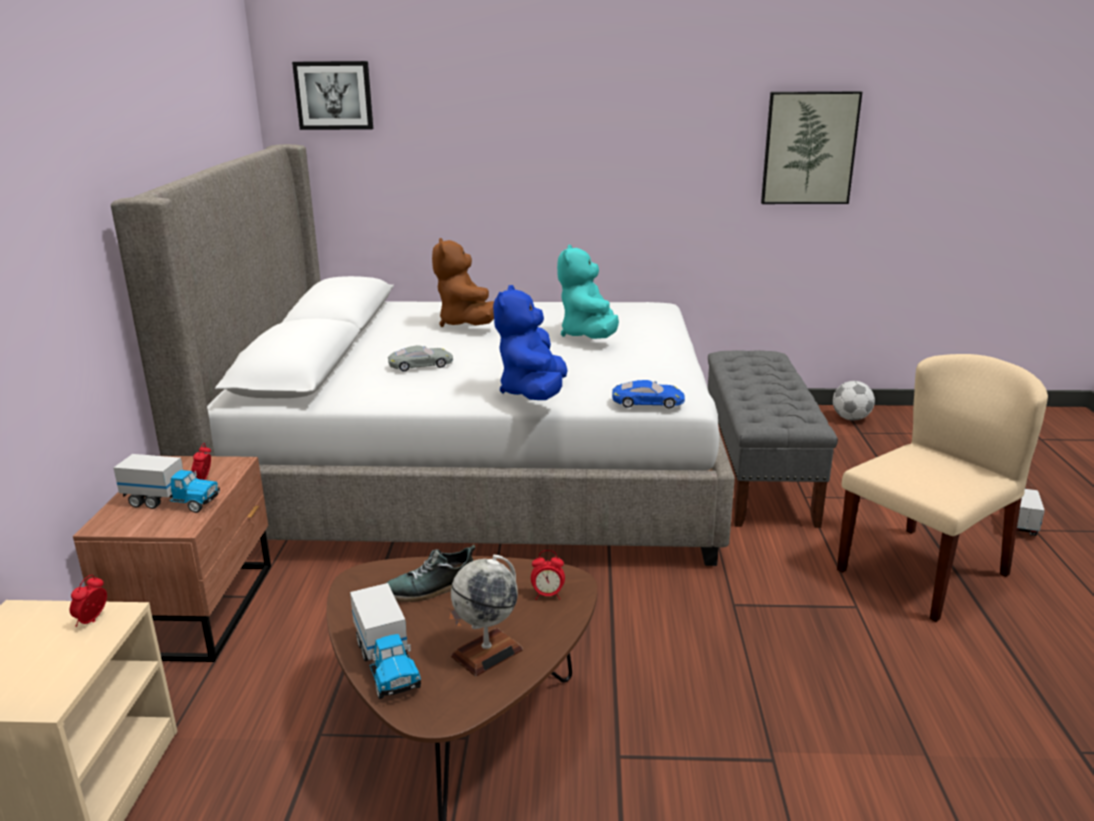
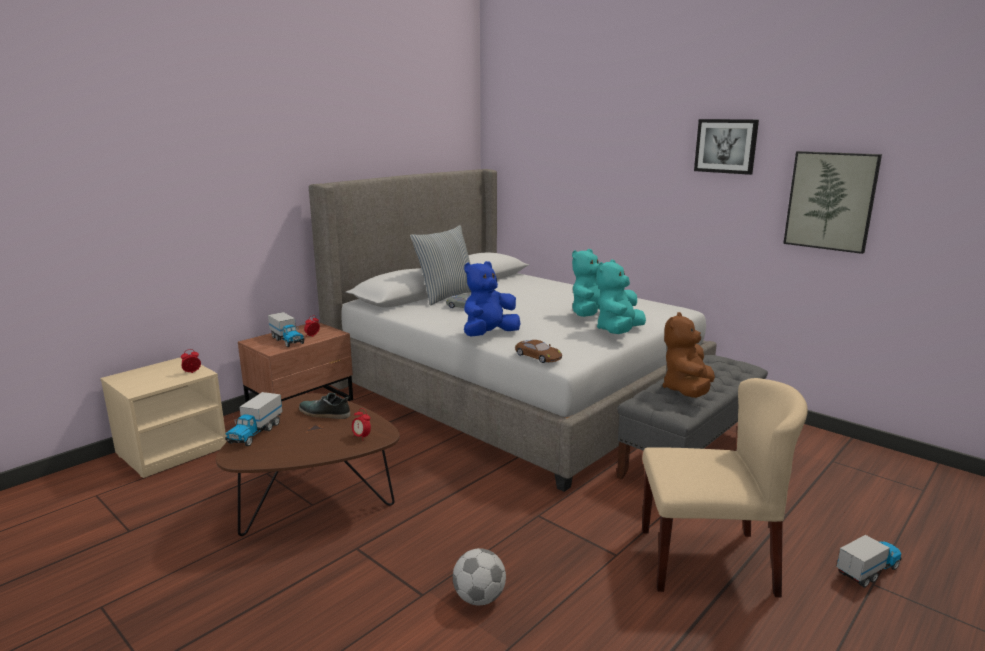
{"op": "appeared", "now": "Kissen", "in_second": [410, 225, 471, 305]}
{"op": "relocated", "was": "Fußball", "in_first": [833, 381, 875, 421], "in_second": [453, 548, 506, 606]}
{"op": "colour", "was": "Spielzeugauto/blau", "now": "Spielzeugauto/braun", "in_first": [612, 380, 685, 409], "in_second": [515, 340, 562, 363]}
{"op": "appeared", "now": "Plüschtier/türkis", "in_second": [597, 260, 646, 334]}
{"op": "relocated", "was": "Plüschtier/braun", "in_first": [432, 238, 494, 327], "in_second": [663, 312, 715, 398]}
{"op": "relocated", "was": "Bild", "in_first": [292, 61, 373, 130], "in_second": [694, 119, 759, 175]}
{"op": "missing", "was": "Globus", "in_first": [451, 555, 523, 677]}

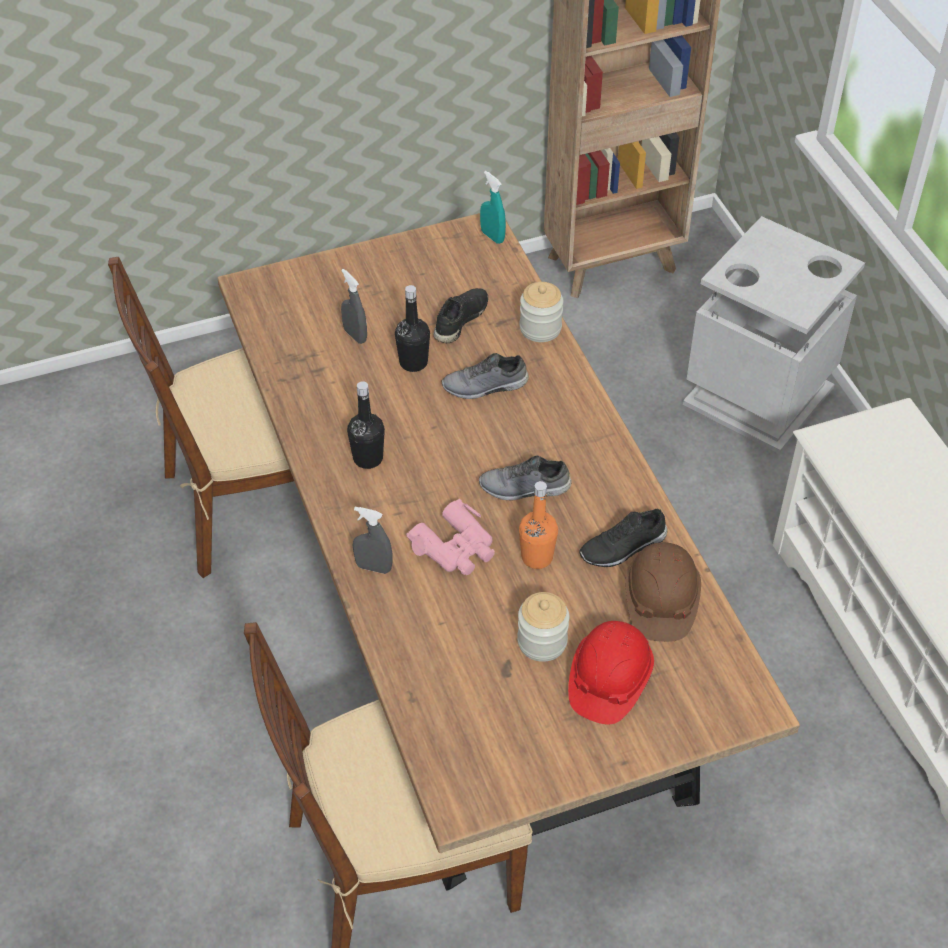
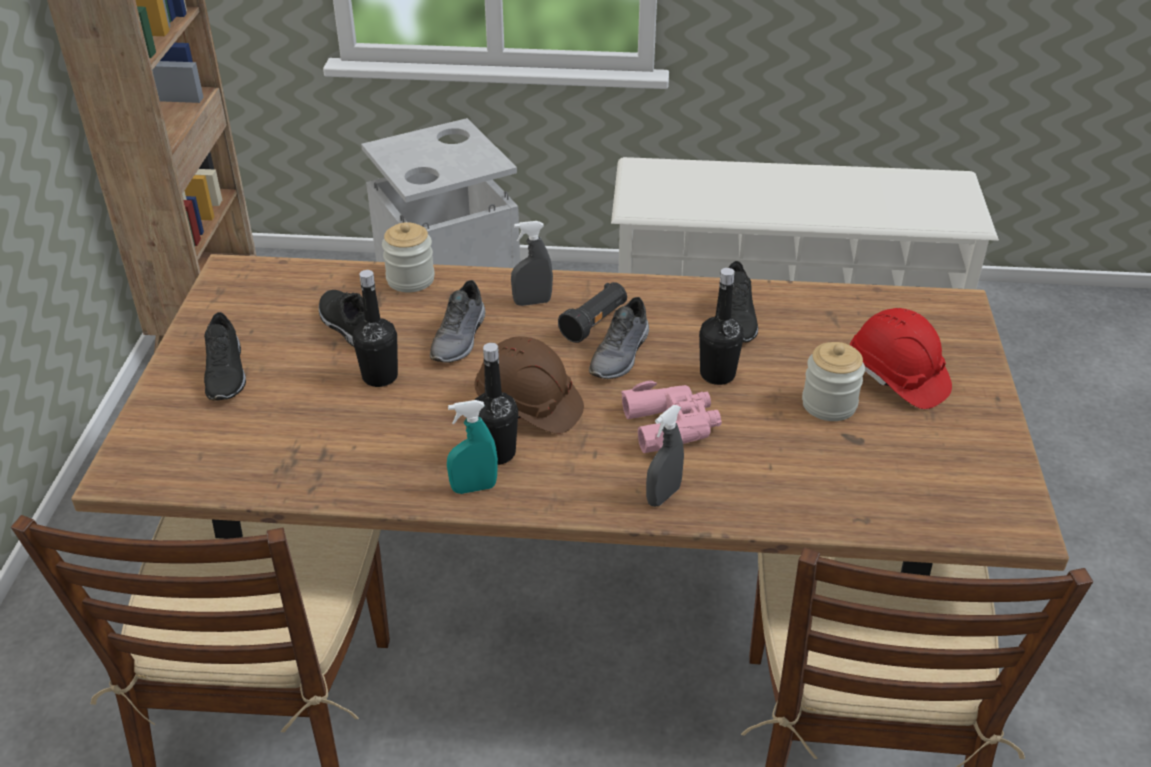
{"op": "appeared", "now": "Schuh/schwarz", "in_second": [204, 312, 246, 401]}
{"op": "relocated", "was": "Sprühflasche/türkis", "in_first": [480, 171, 506, 244], "in_second": [447, 400, 498, 494]}
{"op": "relocated", "was": "Schutzhelm/braun", "in_first": [625, 542, 701, 642], "in_second": [474, 337, 584, 434]}
{"op": "relocated", "was": "Sprühflasche/grau", "in_first": [341, 269, 367, 344], "in_second": [511, 221, 553, 306]}
{"op": "appeared", "now": "Taschenlampe/schwarz", "in_second": [558, 282, 627, 343]}
{"op": "colour", "was": "Flasche/orange", "now": "Flasche/schwarz", "in_first": [519, 481, 558, 569], "in_second": [699, 268, 744, 385]}

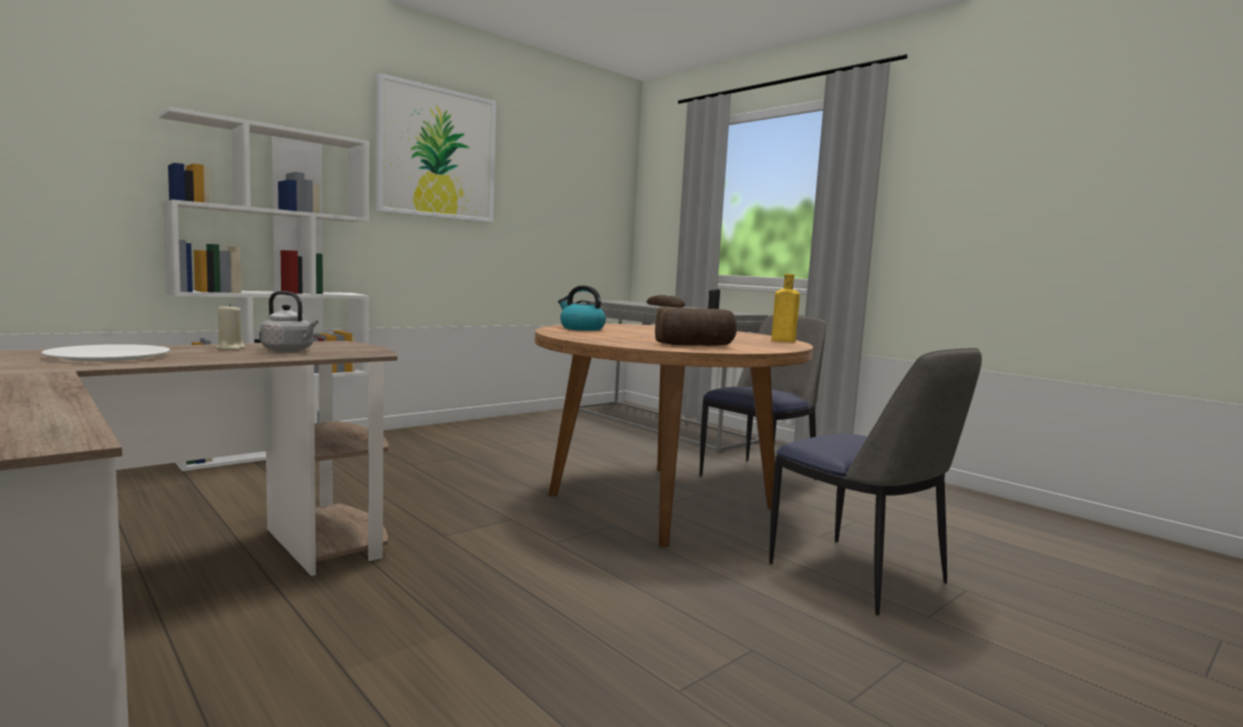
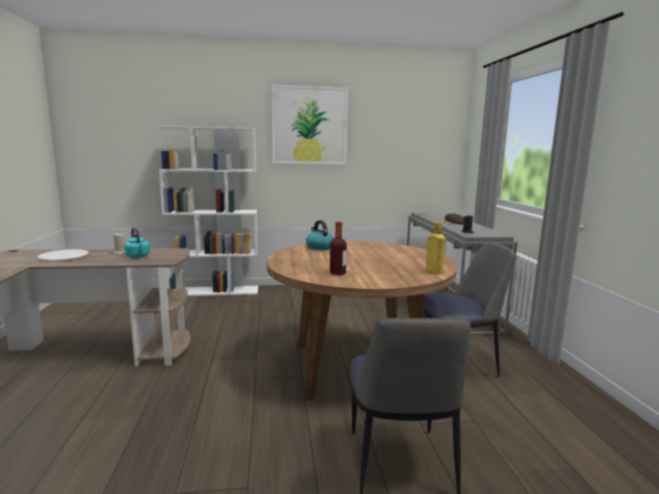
{"op": "colour", "was": "Wasserkessel/grau", "now": "Wasserkessel/türkis", "in_first": [260, 291, 318, 352], "in_second": [124, 228, 150, 258]}
{"op": "exchanged", "was": "Brot", "now": "Flasche", "in_first": [655, 307, 737, 346], "in_second": [330, 222, 347, 275]}

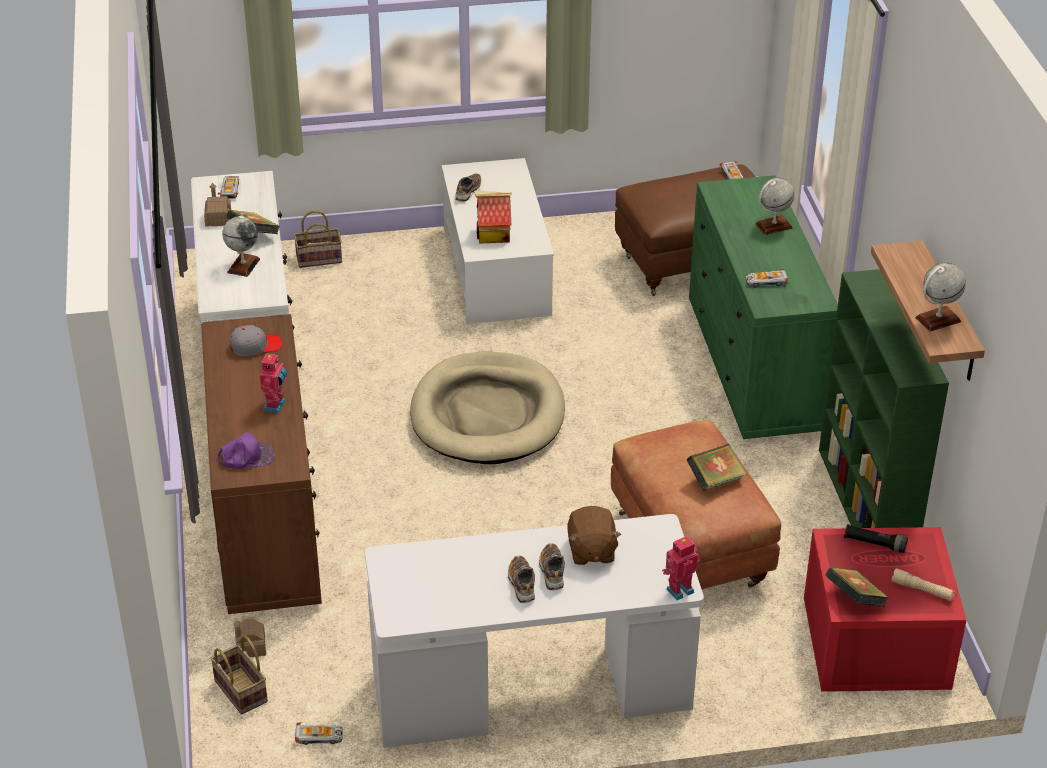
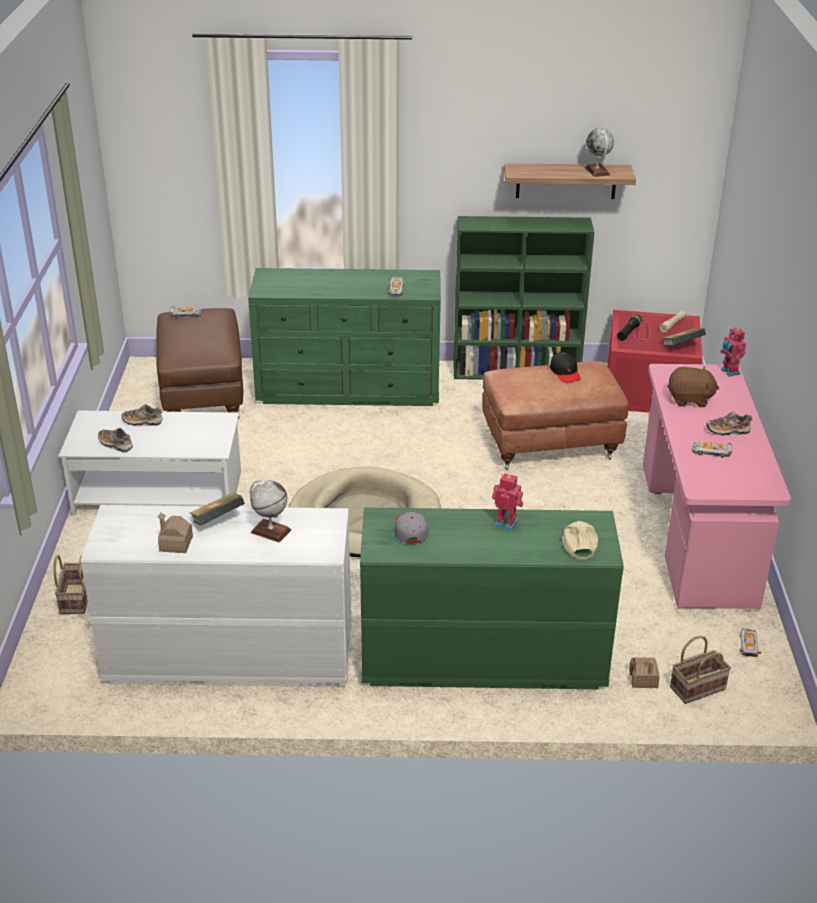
{"op": "relocated", "was": "Schuh", "in_first": [539, 543, 565, 591], "in_second": [122, 404, 163, 427]}
{"op": "colour", "was": "Kommode/braun", "now": "Kommode/grün", "in_first": [201, 314, 322, 614], "in_second": [360, 507, 624, 689]}
{"op": "exchanged", "was": "Buch", "now": "Kappe/schwarz", "in_first": [687, 444, 746, 491], "in_second": [550, 352, 581, 383]}
{"op": "colour", "was": "Kappe/lila", "now": "Kappe/beige", "in_first": [217, 432, 275, 469], "in_second": [561, 521, 598, 560]}
{"op": "colour", "was": "Schreibtisch/weiß", "now": "Schreibtisch/rosa", "in_first": [365, 514, 704, 748], "in_second": [643, 364, 791, 609]}
{"op": "relocated", "was": "Spielzeugauto", "in_first": [217, 176, 239, 198], "in_second": [692, 442, 732, 458]}
{"op": "missing", "was": "Spielzeughaus", "in_first": [474, 190, 512, 244]}
{"op": "missing", "was": "Globus", "in_first": [755, 178, 794, 235]}

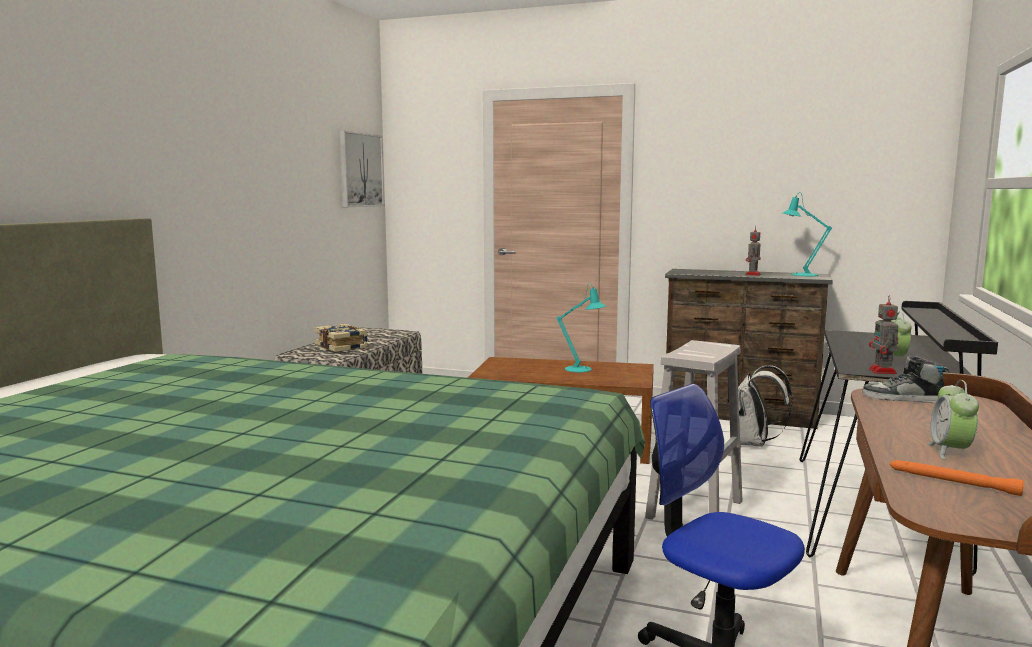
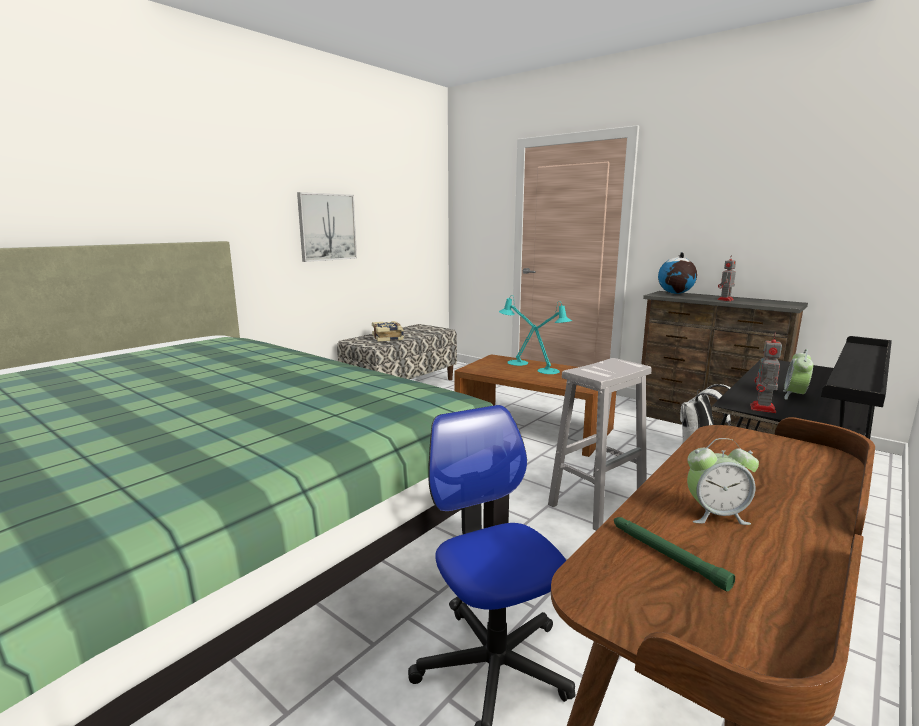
{"op": "relocated", "was": "Bild", "in_first": [340, 131, 384, 207], "in_second": [297, 192, 357, 262]}
{"op": "relocated", "was": "Tischlampe/türkis", "in_first": [783, 192, 832, 276], "in_second": [499, 296, 536, 366]}
{"op": "colour", "was": "Taschenlampe/orange", "now": "Taschenlampe/grün", "in_first": [890, 460, 1024, 496], "in_second": [614, 517, 735, 591]}
{"op": "appeared", "now": "Globus", "in_second": [658, 252, 697, 294]}
{"op": "spun", "was": "Wecker", "in_first": [928, 380, 979, 459], "in_second": [687, 438, 759, 525], "clockwise": -120}
{"op": "missing", "was": "Schuh", "in_first": [862, 355, 949, 403]}

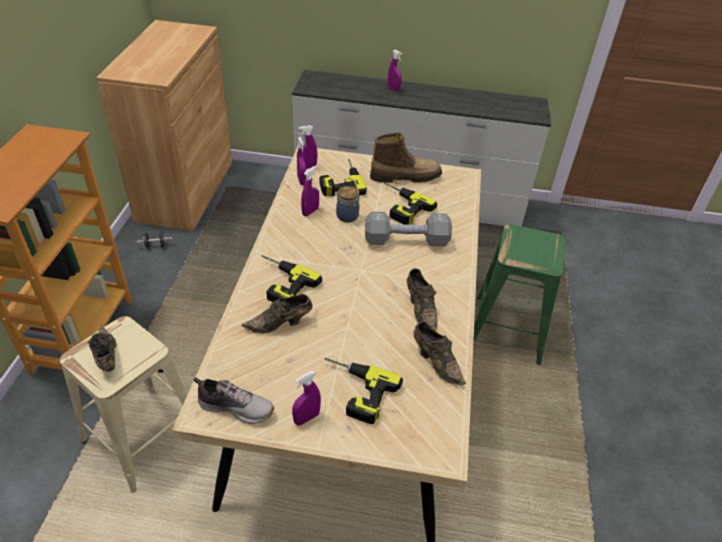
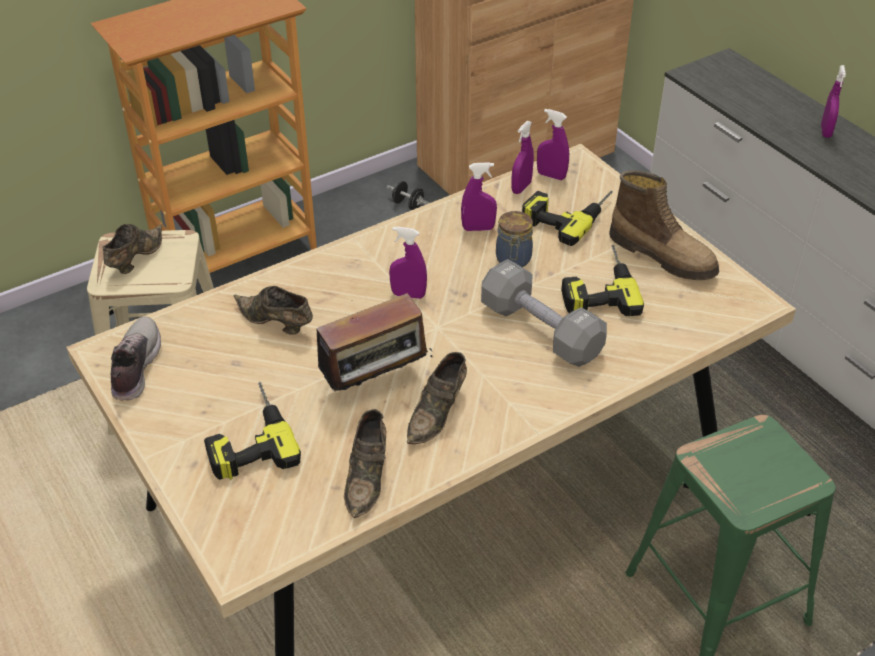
{"op": "spun", "was": "Schuh", "in_first": [193, 377, 274, 424], "in_second": [111, 317, 161, 400], "clockwise": -150}
{"op": "appeared", "now": "Radio", "in_second": [305, 293, 433, 394]}
{"op": "relocated", "was": "Sprühflasche/lila", "in_first": [292, 371, 321, 425], "in_second": [389, 227, 427, 299]}
{"op": "missing", "was": "Bohrmaschine", "in_first": [261, 255, 322, 302]}

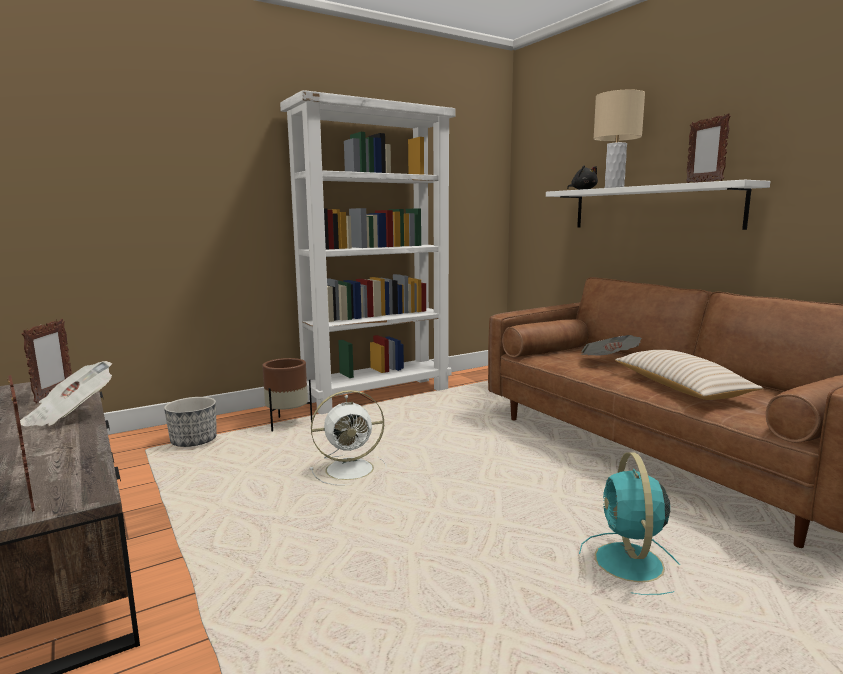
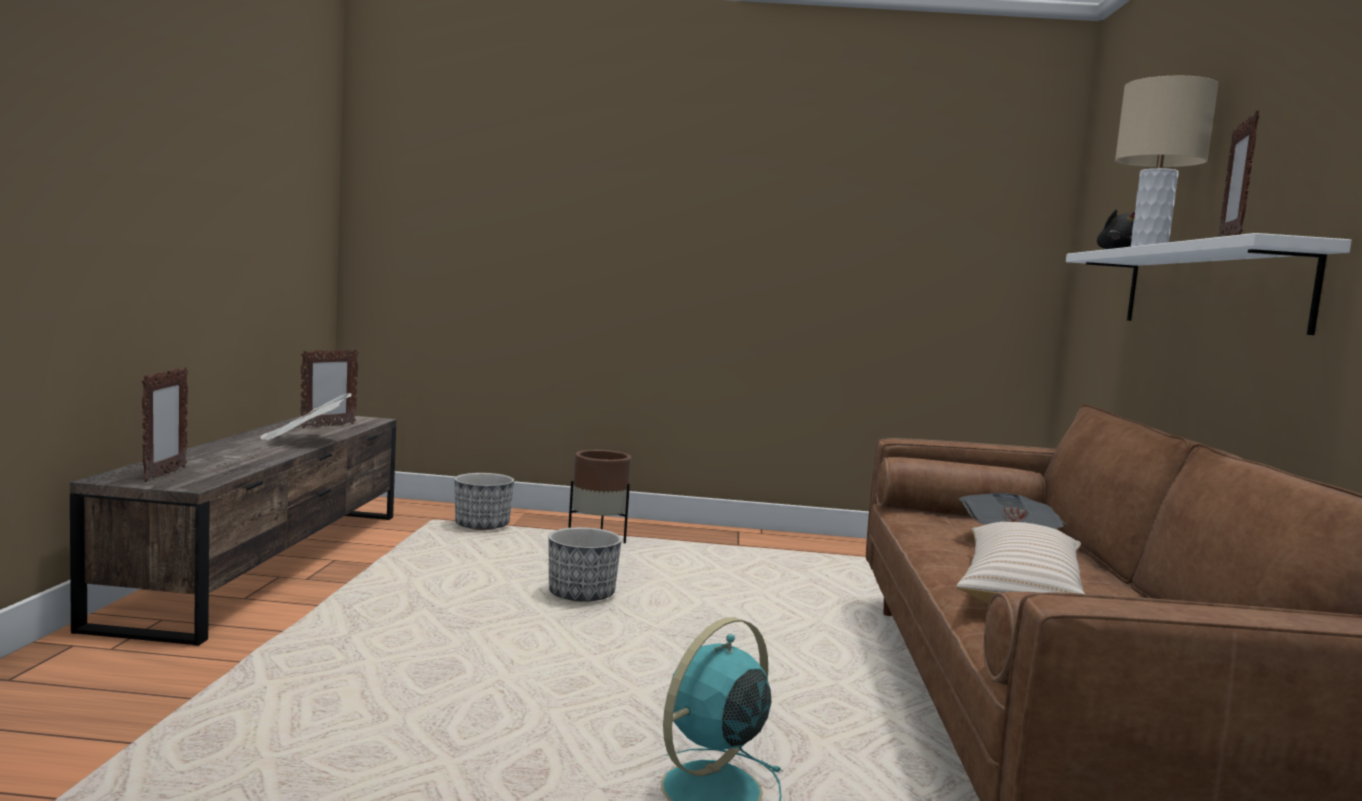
{"op": "exchanged", "was": "Ventilator/weiß", "now": "Pflanzkübel", "in_first": [310, 390, 386, 485], "in_second": [548, 527, 622, 602]}
{"op": "missing", "was": "Bücherregal/weiß", "in_first": [280, 90, 456, 414]}

